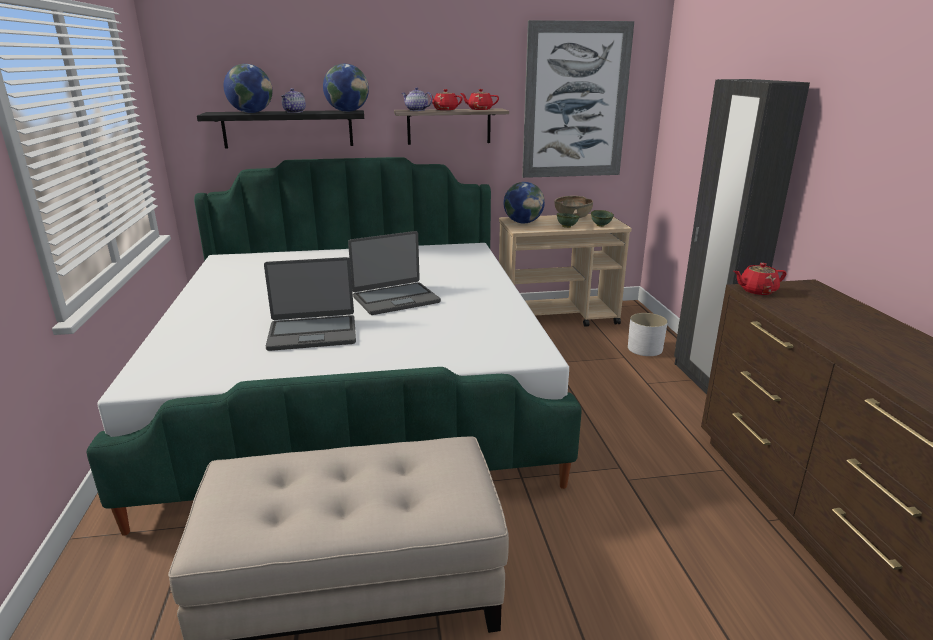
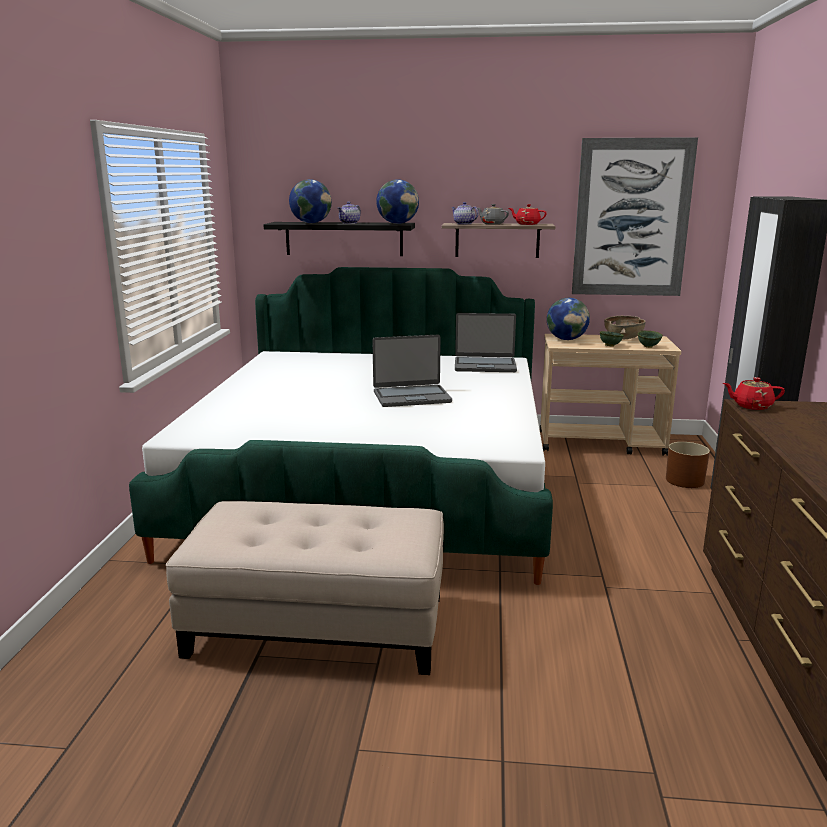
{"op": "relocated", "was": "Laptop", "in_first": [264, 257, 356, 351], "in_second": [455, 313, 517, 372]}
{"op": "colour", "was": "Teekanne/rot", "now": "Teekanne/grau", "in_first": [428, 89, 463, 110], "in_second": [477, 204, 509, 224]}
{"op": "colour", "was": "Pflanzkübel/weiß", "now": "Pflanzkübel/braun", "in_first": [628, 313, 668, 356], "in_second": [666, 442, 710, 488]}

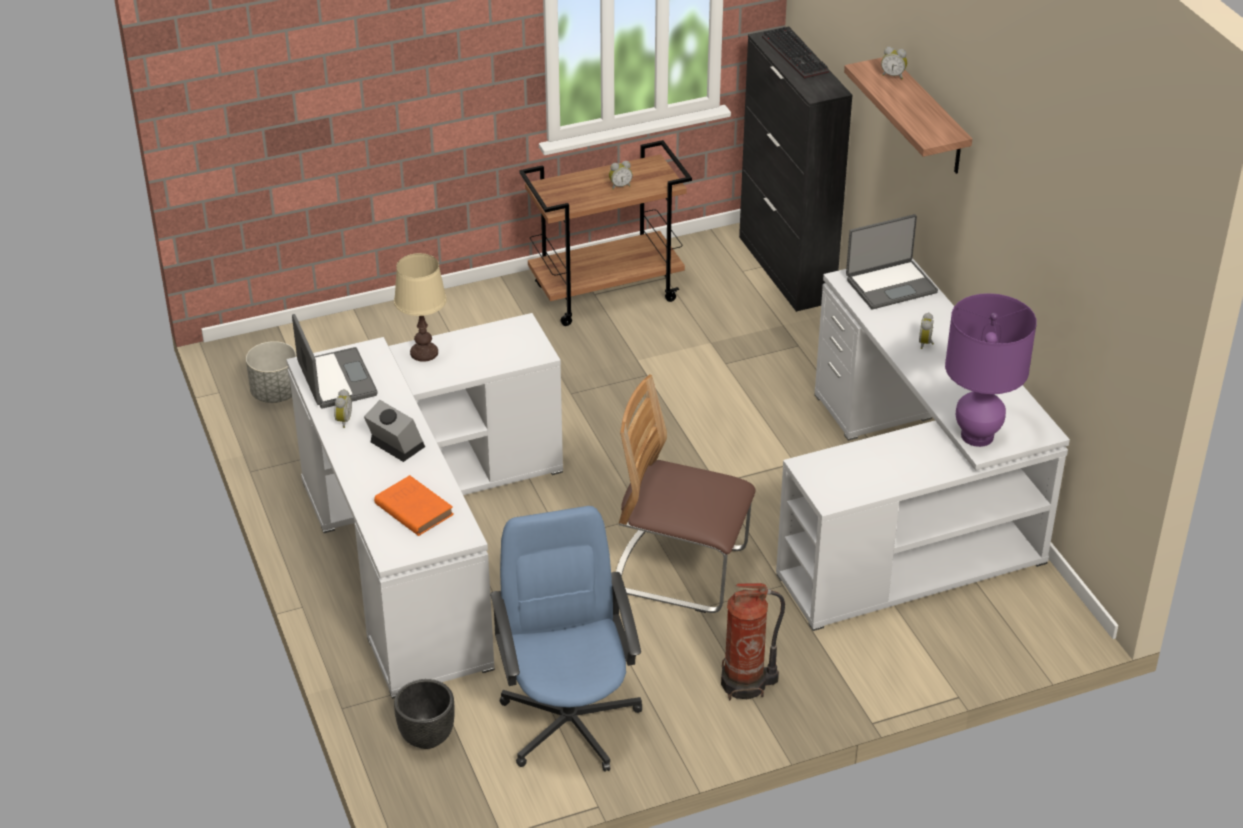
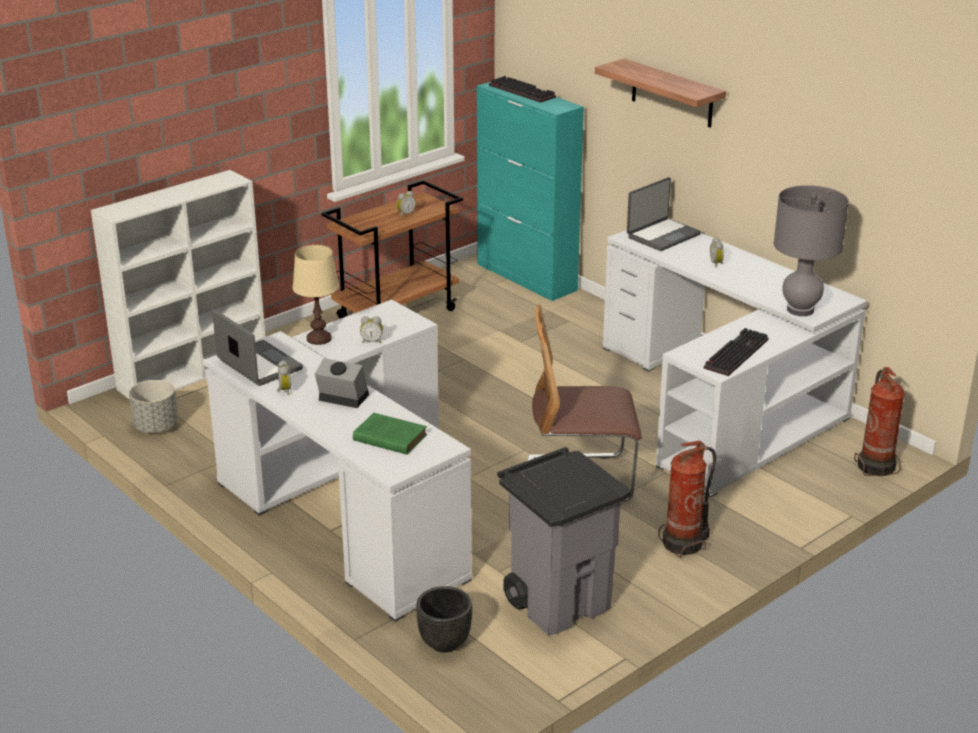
{"op": "appeared", "now": "Bücherregal/weiß", "in_second": [91, 170, 265, 400]}
{"op": "colour", "was": "Buch/orange", "now": "Buch/grün", "in_first": [374, 475, 453, 536], "in_second": [353, 413, 427, 455]}
{"op": "relocated", "was": "Wecker", "in_first": [881, 47, 907, 79], "in_second": [360, 316, 383, 343]}
{"op": "colour", "was": "Schrank/schwarz", "now": "Schrank/türkis", "in_first": [739, 27, 853, 312], "in_second": [477, 82, 584, 301]}
{"op": "exchanged", "was": "Bürostuhl/blau", "now": "Mülleimer/grau", "in_first": [490, 506, 642, 772], "in_second": [498, 447, 632, 636]}
{"op": "appeared", "now": "Tastatur", "in_second": [704, 328, 768, 376]}
{"op": "colour", "was": "Tischlampe/lila", "now": "Tischlampe/grau", "in_first": [945, 293, 1037, 447], "in_second": [774, 185, 849, 316]}
{"op": "appeared", "now": "Feuerlöscher", "in_second": [854, 367, 905, 476]}

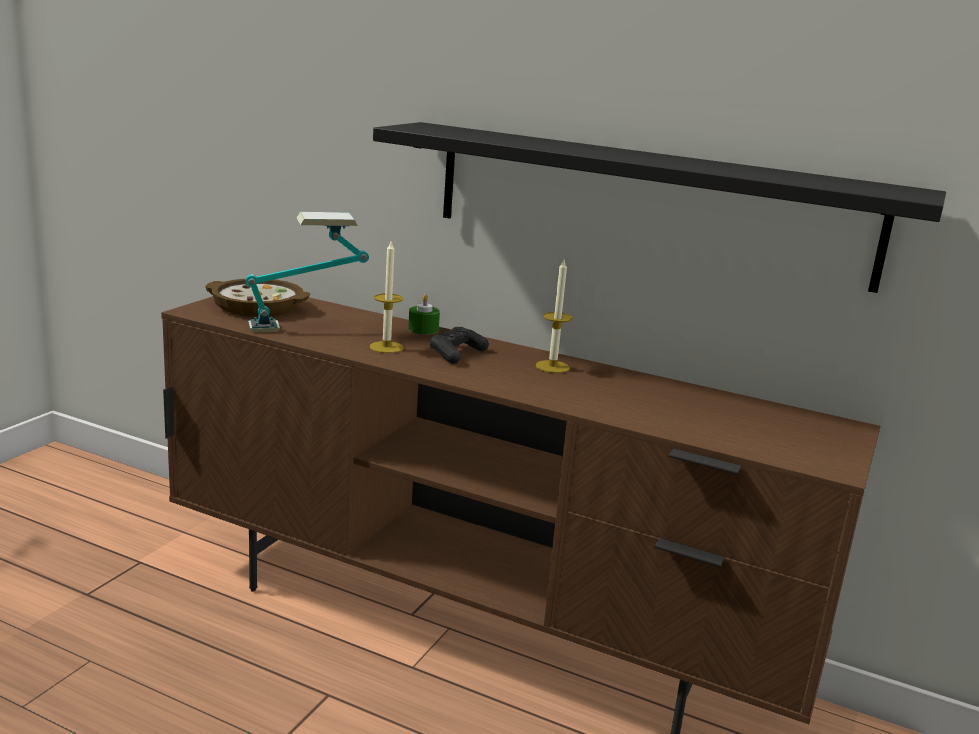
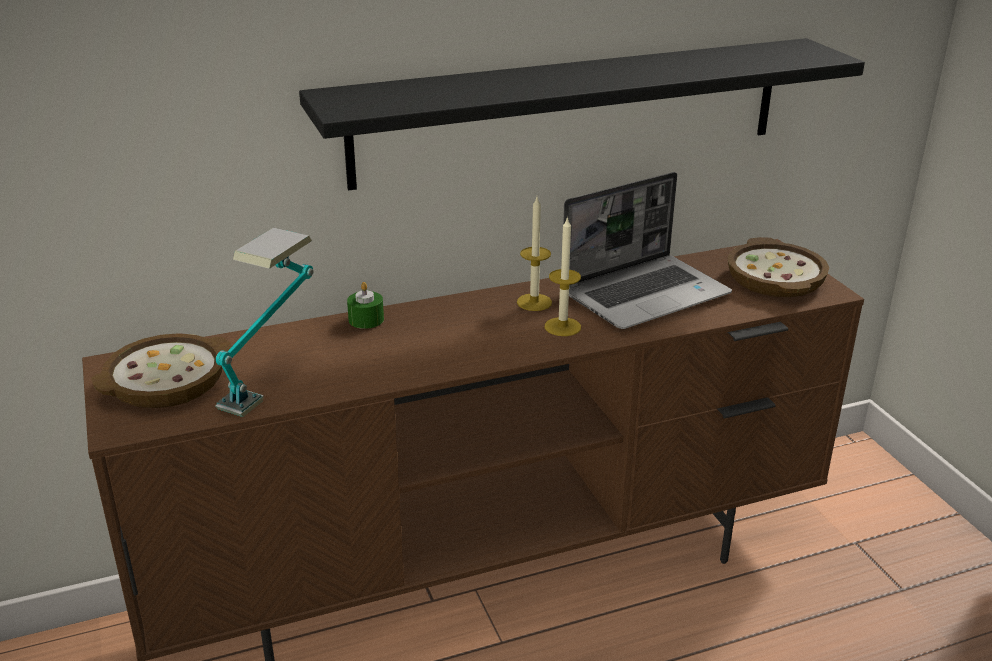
{"op": "relocated", "was": "Kerze", "in_first": [370, 241, 404, 353], "in_second": [545, 216, 581, 336]}
{"op": "appeared", "now": "Laptop", "in_second": [563, 172, 732, 329]}
{"op": "appeared", "now": "Schüssel", "in_second": [727, 237, 829, 297]}
{"op": "missing", "was": "Gamepad/schwarz", "in_first": [430, 327, 489, 364]}

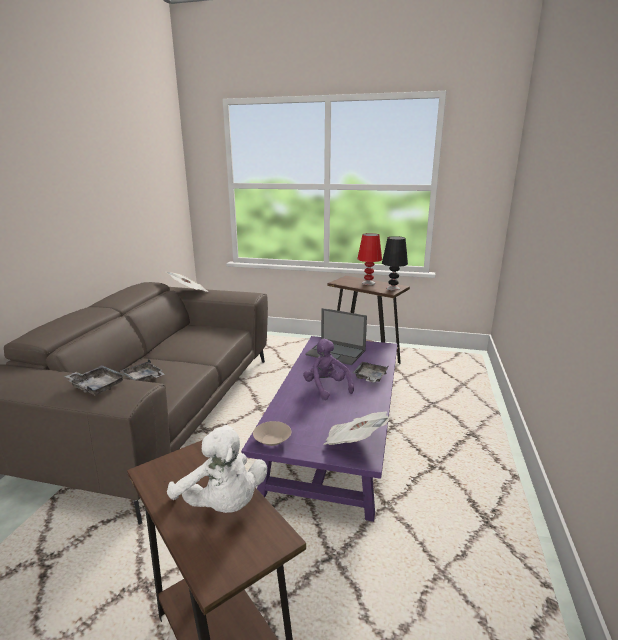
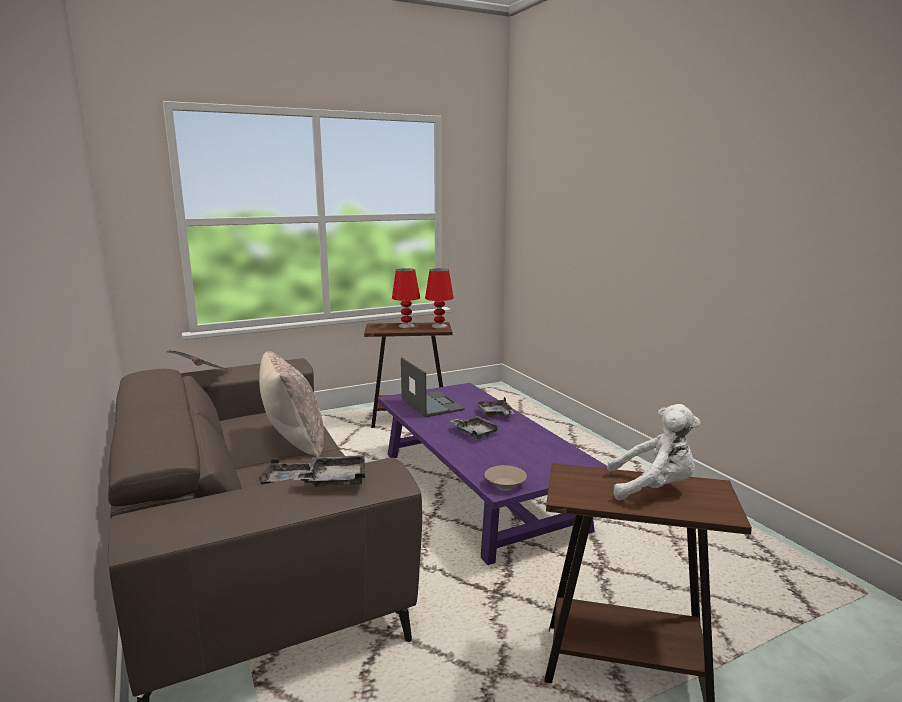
{"op": "appeared", "now": "Kissen/beige", "in_second": [259, 351, 324, 457]}
{"op": "spun", "was": "Laptop", "in_first": [306, 308, 367, 365], "in_second": [401, 357, 465, 417], "clockwise": -105}
{"op": "colour", "was": "Tischlampe/schwarz", "now": "Tischlampe/rot", "in_first": [382, 236, 408, 291], "in_second": [425, 269, 454, 328]}
{"op": "exchanged", "was": "Plüschtier/lila", "now": "Tablett/grau", "in_first": [303, 339, 354, 400], "in_second": [451, 416, 501, 439]}
{"op": "missing", "was": "Zeitung", "in_first": [324, 411, 389, 445]}

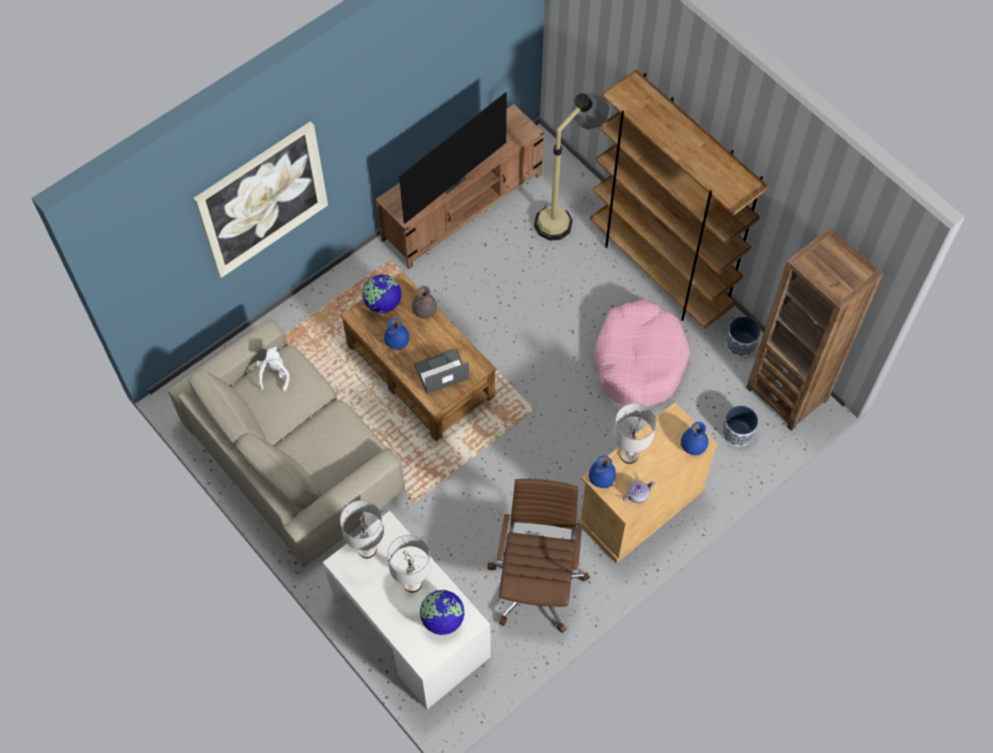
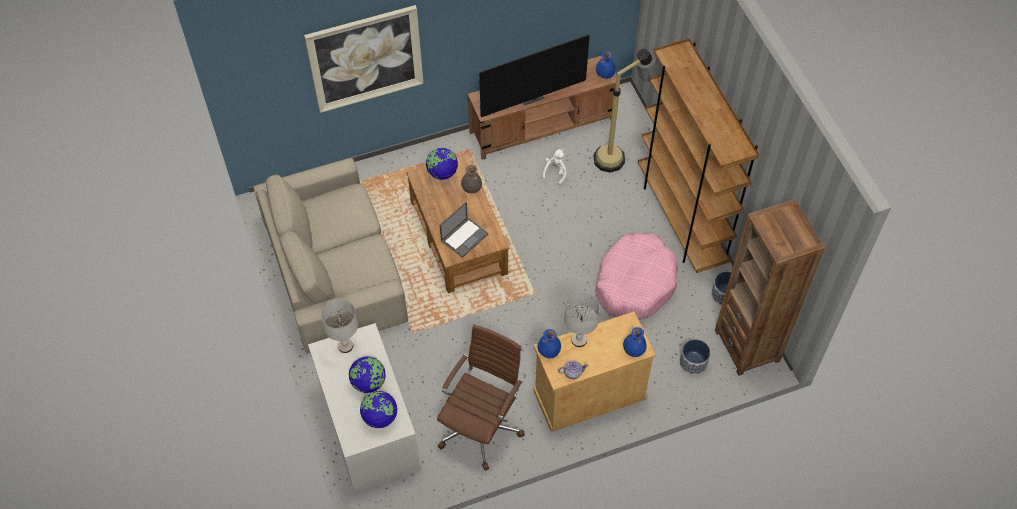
{"op": "exchanged", "was": "Tischlampe/grau", "now": "Globus", "in_first": [387, 535, 431, 592], "in_second": [349, 356, 386, 393]}
{"op": "spun", "was": "Laptop", "in_first": [414, 349, 469, 394], "in_second": [440, 202, 489, 258], "clockwise": 135}
{"op": "relocated", "was": "Plüschtier/weiß", "in_first": [256, 347, 289, 392], "in_second": [542, 149, 567, 186]}
{"op": "relocated", "was": "Vase/blau", "in_first": [384, 318, 410, 350], "in_second": [596, 51, 616, 79]}

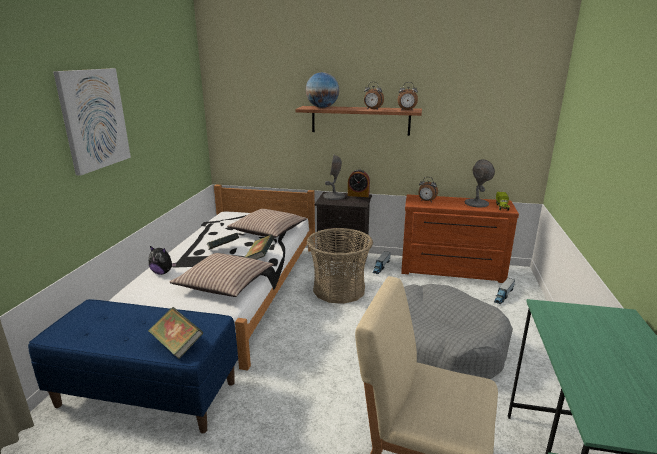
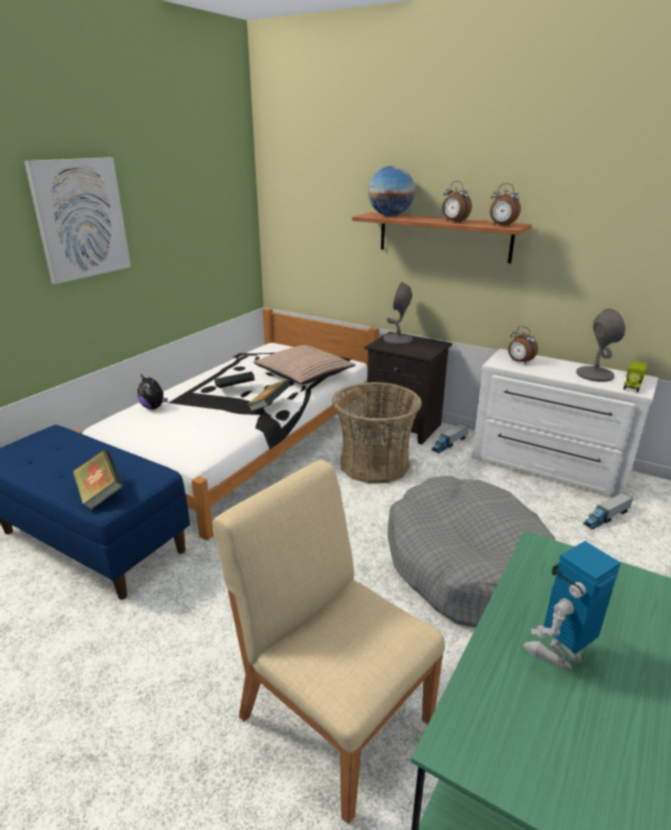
{"op": "colour", "was": "Kommode/braun", "now": "Kommode/weiß", "in_first": [401, 194, 519, 283], "in_second": [472, 349, 658, 498]}
{"op": "appeared", "now": "Spielzeugroboter", "in_second": [523, 541, 621, 671]}
{"op": "missing", "was": "Kissen", "in_first": [170, 253, 274, 297]}
{"op": "missing", "was": "Wecker", "in_first": [348, 170, 370, 197]}

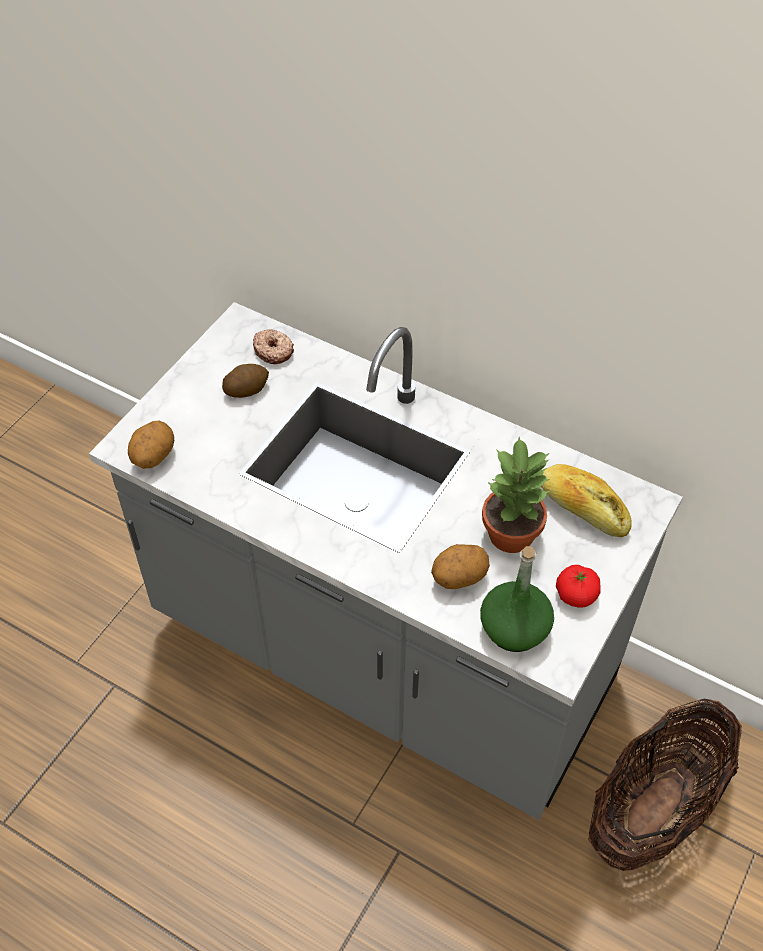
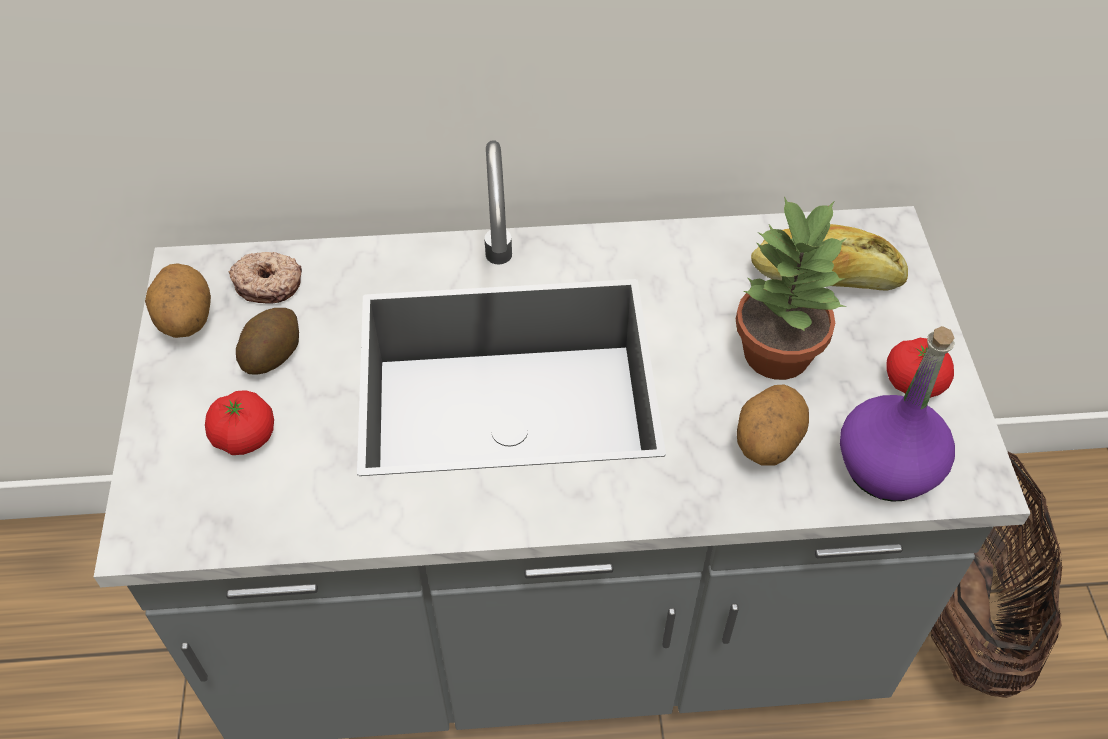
{"op": "relocated", "was": "Kartoffel", "in_first": [128, 421, 174, 469], "in_second": [145, 263, 211, 338]}
{"op": "appeared", "now": "Tomate", "in_second": [205, 390, 274, 455]}
{"op": "colour", "was": "Flasche/grün", "now": "Flasche/lila", "in_first": [480, 546, 554, 652], "in_second": [840, 326, 955, 502]}

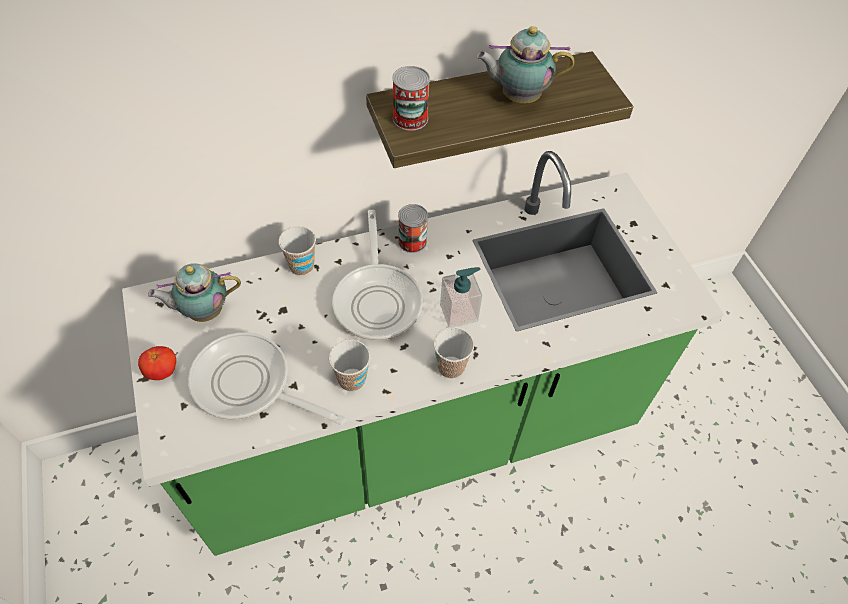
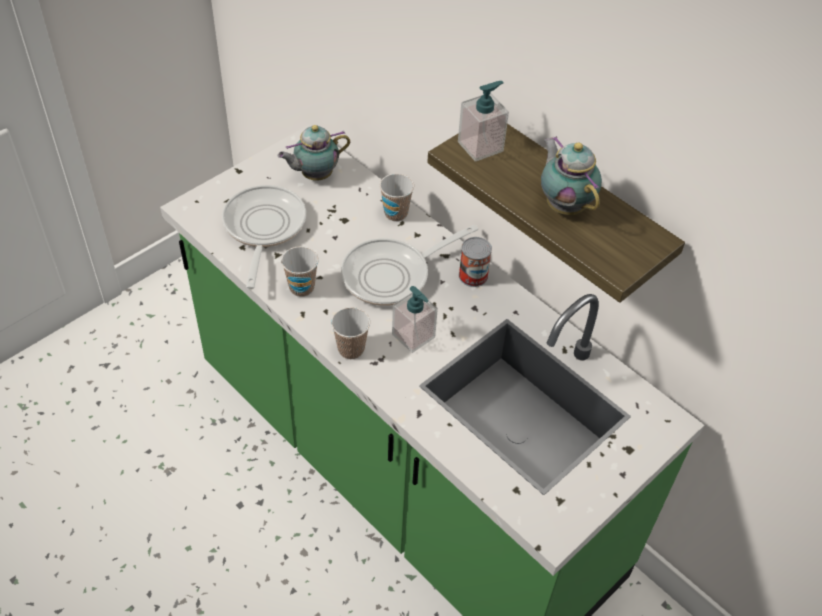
{"op": "spun", "was": "Teekanne", "in_first": [148, 263, 241, 322], "in_second": [278, 125, 350, 181], "clockwise": -75}
{"op": "exchanged", "was": "Dose", "now": "Seifenspender", "in_first": [392, 66, 430, 131], "in_second": [458, 81, 509, 162]}
{"op": "missing", "was": "Tomate", "in_first": [138, 346, 176, 380]}

